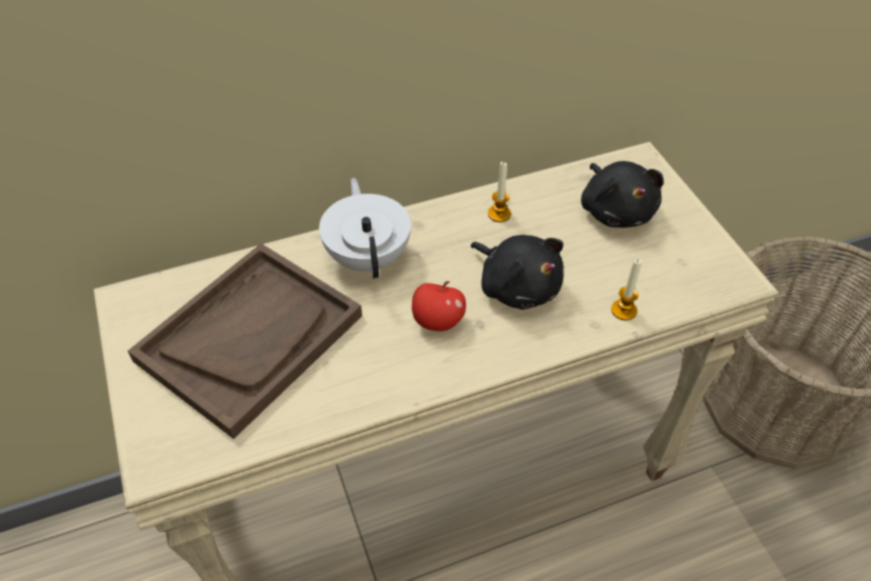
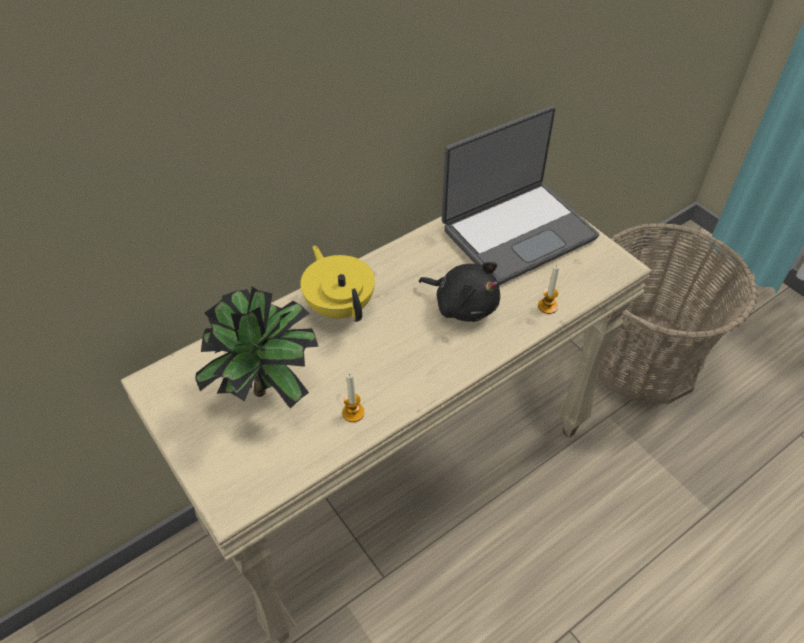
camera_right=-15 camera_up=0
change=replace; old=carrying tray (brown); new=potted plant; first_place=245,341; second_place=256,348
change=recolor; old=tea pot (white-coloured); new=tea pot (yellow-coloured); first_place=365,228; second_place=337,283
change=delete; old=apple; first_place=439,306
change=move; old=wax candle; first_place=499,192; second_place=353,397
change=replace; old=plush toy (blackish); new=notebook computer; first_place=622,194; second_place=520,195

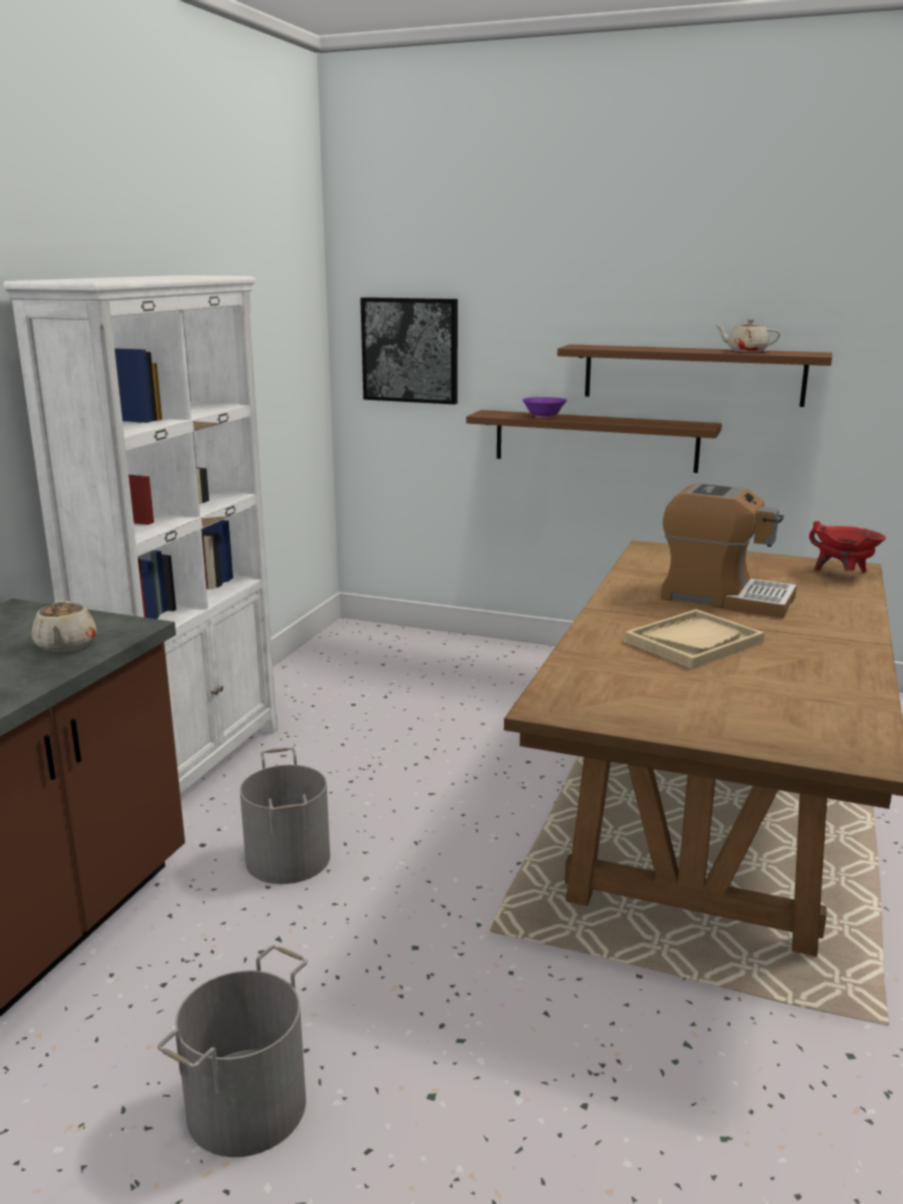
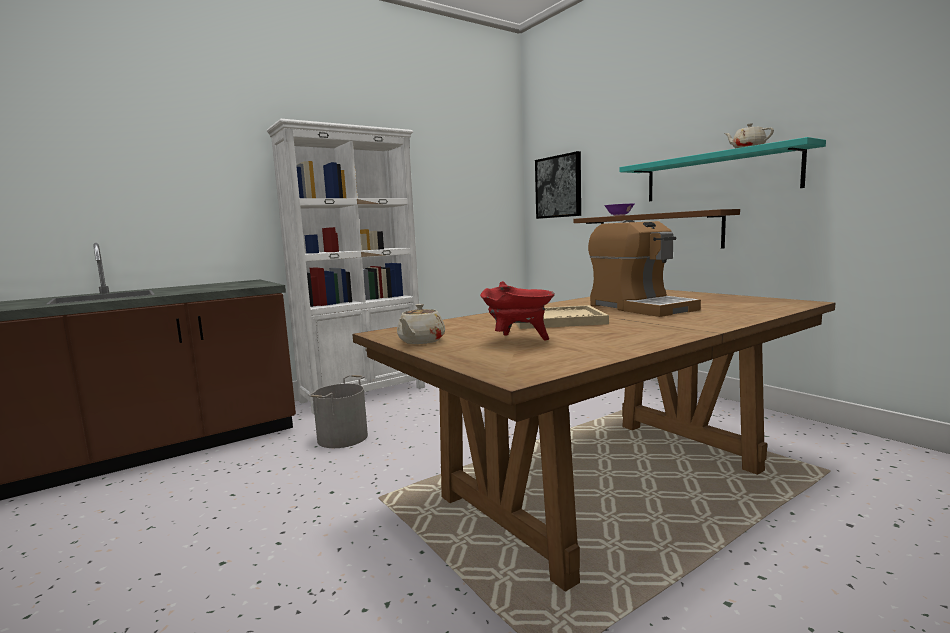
camera_right=35 camera_up=-10
change=move; old=tea pot (beige); first_place=64,625; second_place=421,324
change=delete; old=water bucket (greyish); first_place=232,1051
change=recolor; old=wall shelf (brown); new=wall shelf (turquoise); first_place=694,375; second_place=722,169
change=move; old=stockpot (red); first_place=847,546; second_place=517,310

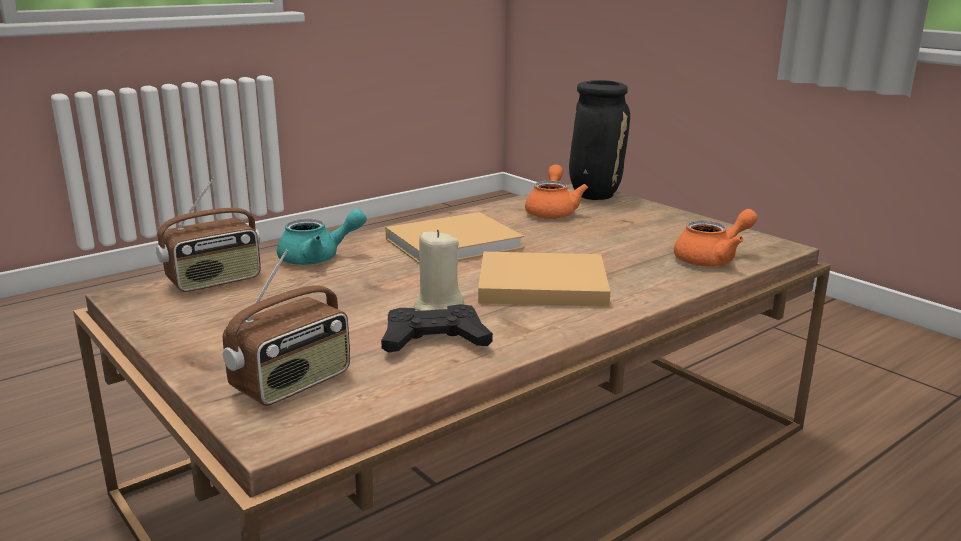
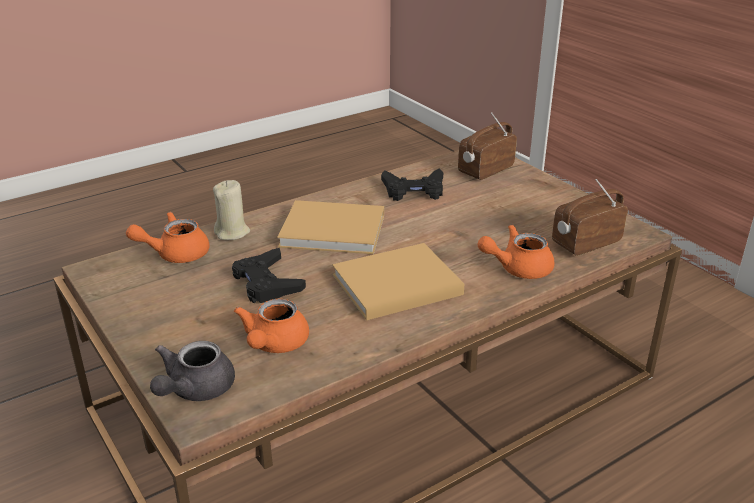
camera_right=-175 camera_up=10
change=recolor; old=tea pot (turquoise); new=tea pot (orangey); first_place=322,237; second_place=516,251
change=move; old=wax candle (beige); first_place=439,270; second_place=231,210
change=replace; old=vase (blackish); new=tea pot (greyish); first_place=599,140; second_place=192,371
change=insert; new=game controller (blackish); second_place=269,275

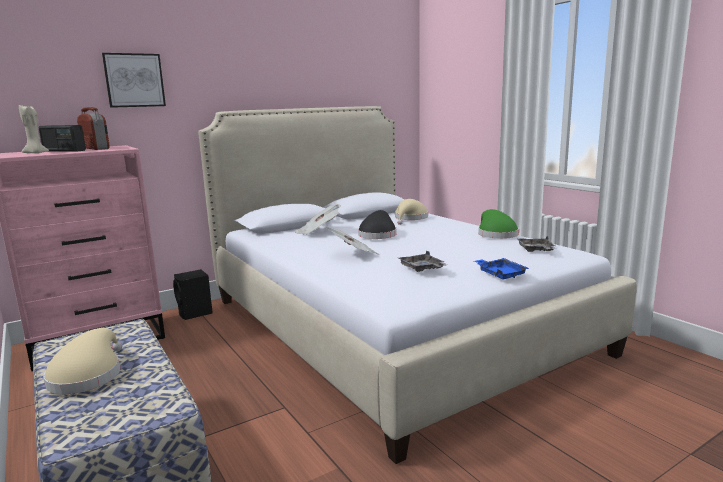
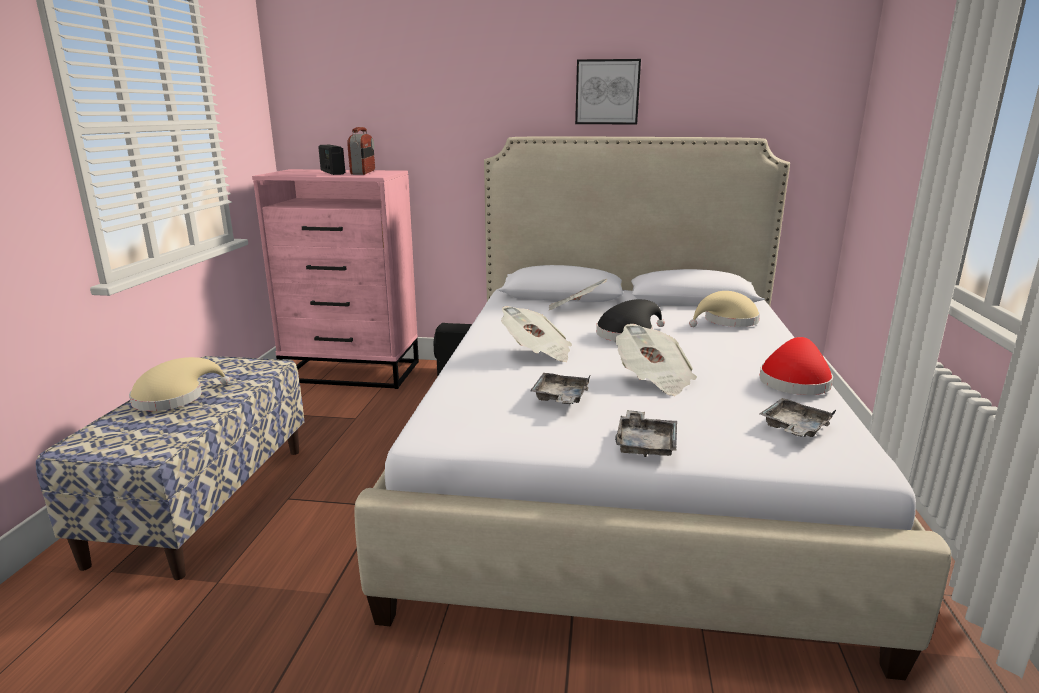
camera_right=40 camera_up=5
change=delete; old=wax candle (beige); first_place=34,129
change=move; old=wall art; first_place=134,80; second_place=608,91
change=recolor; old=carrying tray (blue); new=carrying tray (greyish); first_place=501,268; second_place=646,433
change=recolor; old=wearable hat (green); new=wearable hat (red); first_place=498,224; second_place=796,366
change=insert; new=printed paper; second_place=656,360

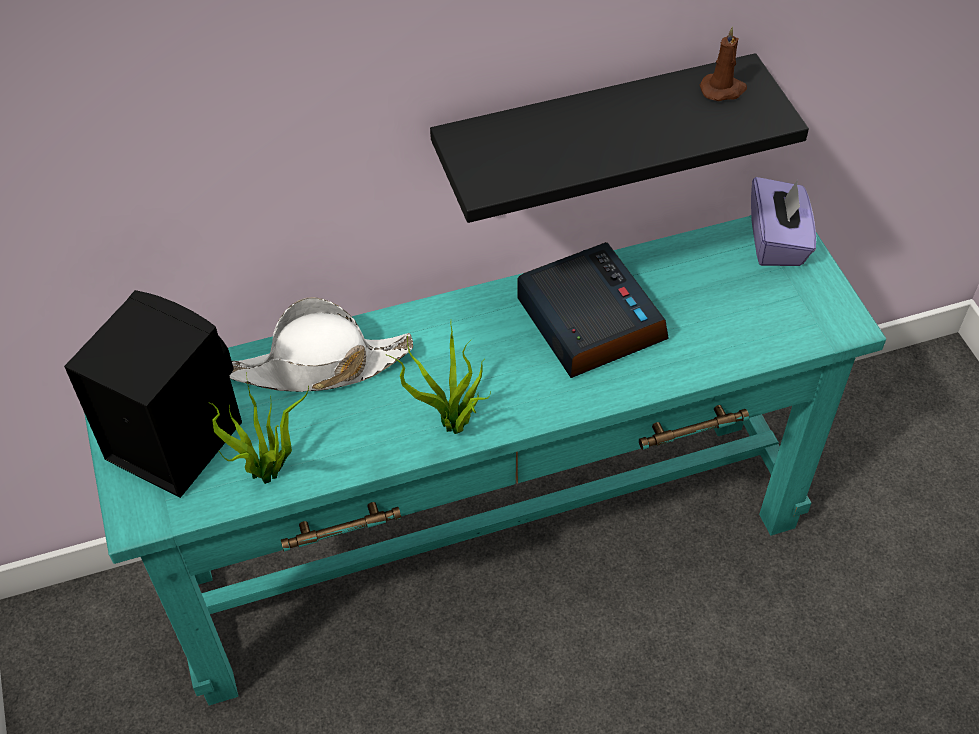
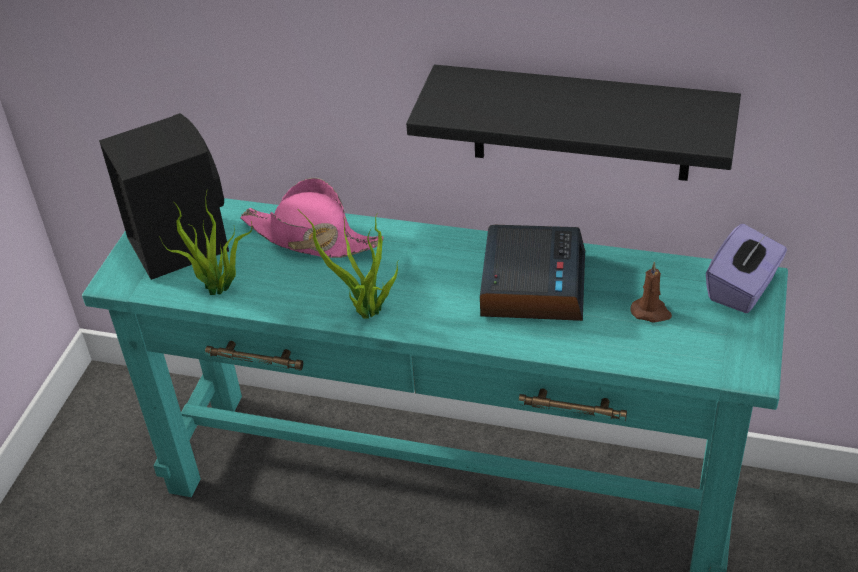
camera_right=35 camera_up=-10
change=recolor; old=wearable hat (white-coloured); new=wearable hat (pinkish); first_place=321,344; second_place=312,218
change=move; old=wax candle (brown); first_place=723,63; second_place=651,292

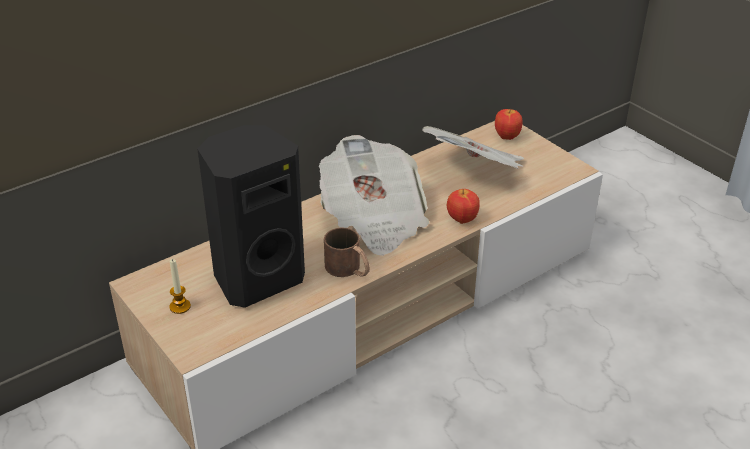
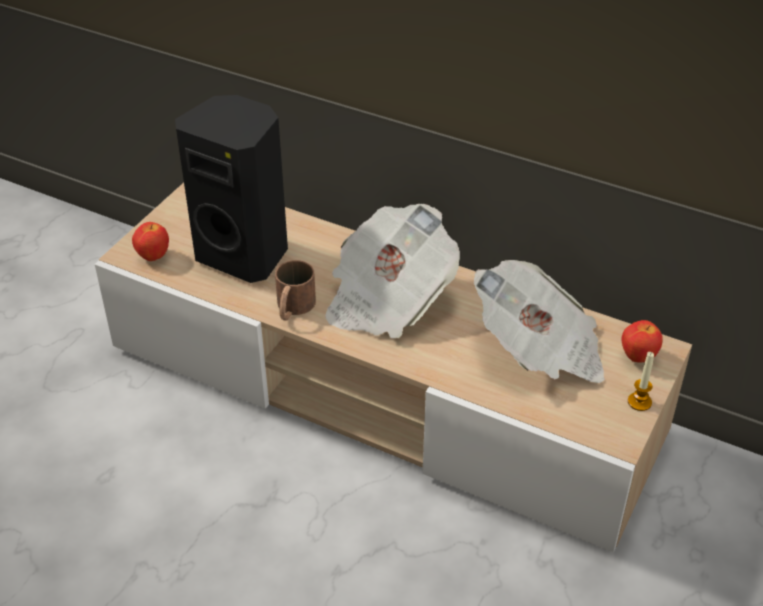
camera_right=65 camera_up=5
change=move; old=wax candle; first_place=180,286; second_place=641,381
change=move; old=apple; first_place=463,206; second_place=150,241

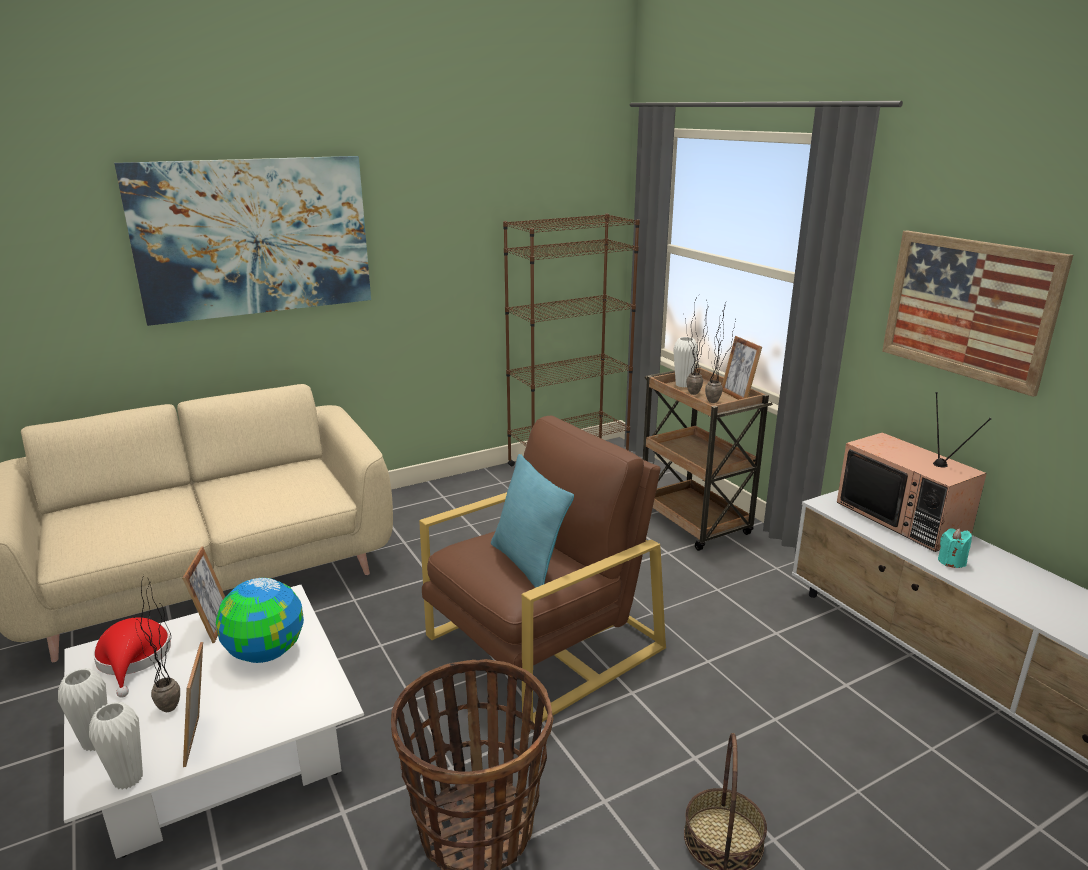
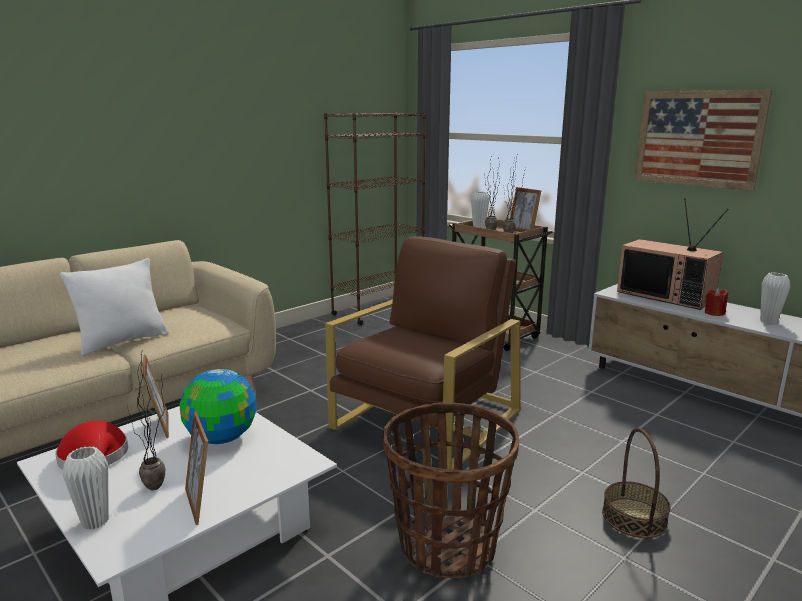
camera_right=-15 camera_up=-5
change=move; old=vase (white-coloured); first_place=116,745; second_place=775,298
change=delete; old=wall art; first_place=242,241
change=delete; old=throw pillow (turquoise); first_place=532,521
change=recolor; old=wax candle (turquoise); new=wax candle (red); first_place=955,548; second_place=716,302
change=insert; new=throw pillow (white-coloured); second_place=114,307

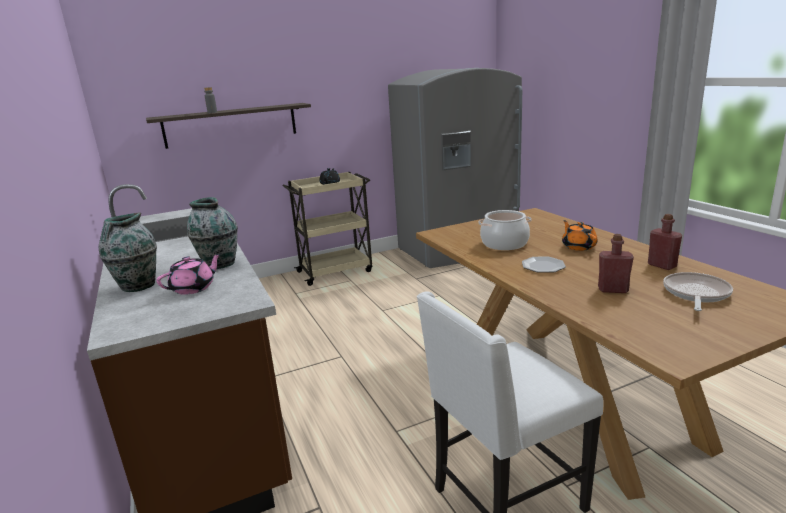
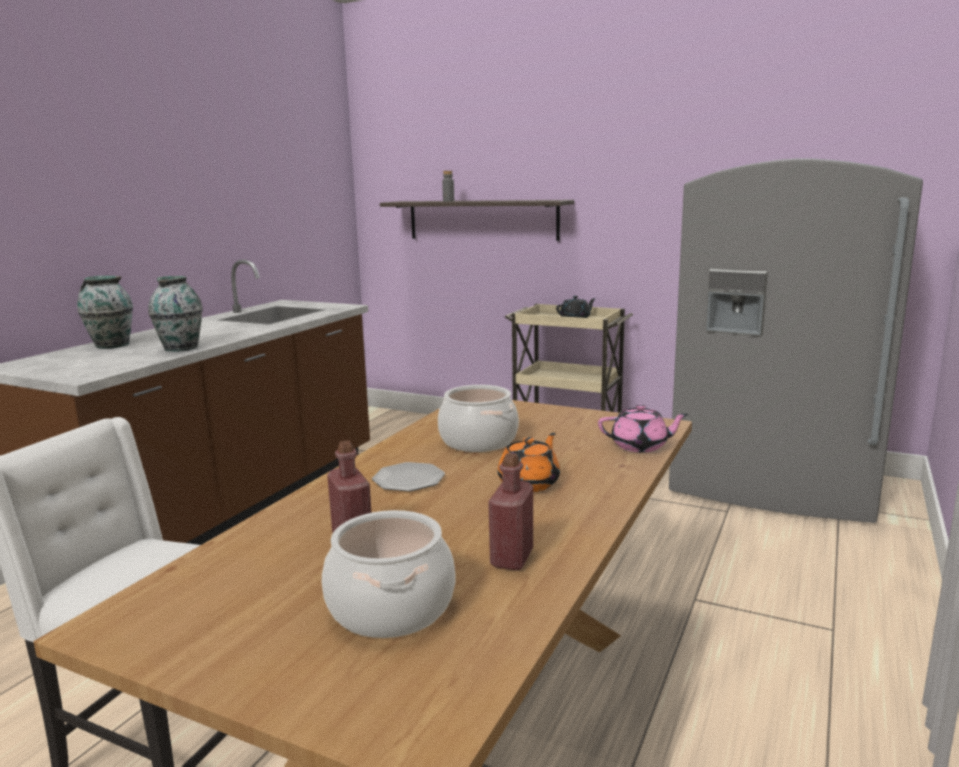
camera_right=50 camera_up=-5
change=move; old=tea pot (pinkish); first_place=188,274; second_place=643,428
change=replace; old=skillet; new=stockpot; first_place=698,291; second_place=388,574

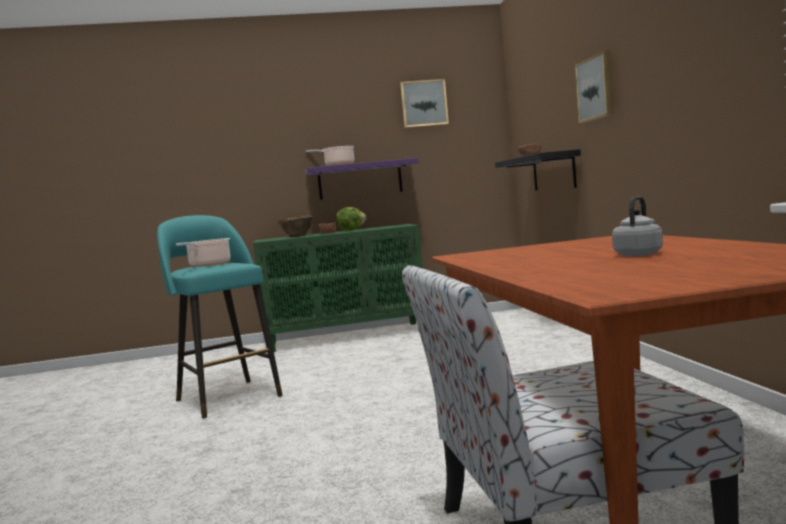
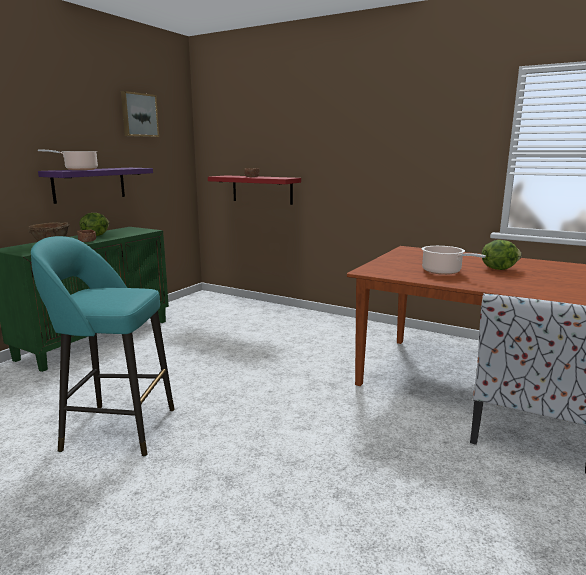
camera_right=-50 camera_up=10
change=move; old=stockpot; first_place=203,252; second_place=454,260
change=recolor; old=wall shelf (blackish); new=wall shelf (red); first_place=538,170; second_place=254,190
change=delete; old=wall art; first_place=594,87
change=replace; old=kettle (greyish); new=lettuce head; first_place=637,226; second_place=502,255

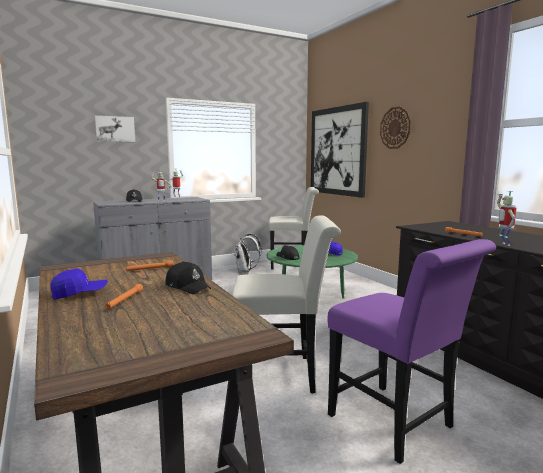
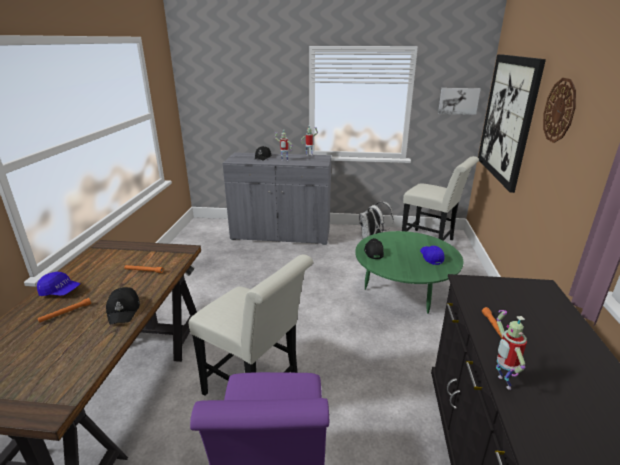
camera_right=35 camera_up=15
change=move; old=wall art; first_place=115,128; second_place=459,101
change=rotate; old=model robot; first_place=506,218; second_place=511,350; degrees=-45

